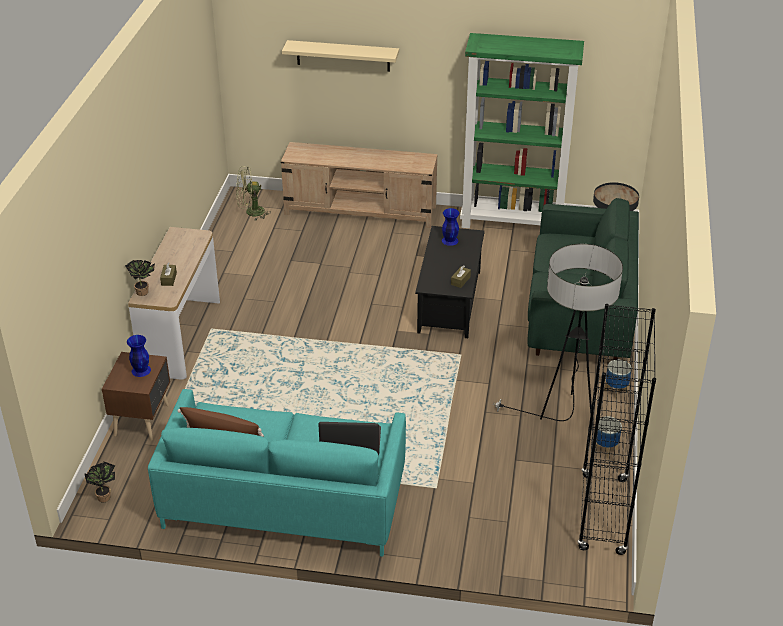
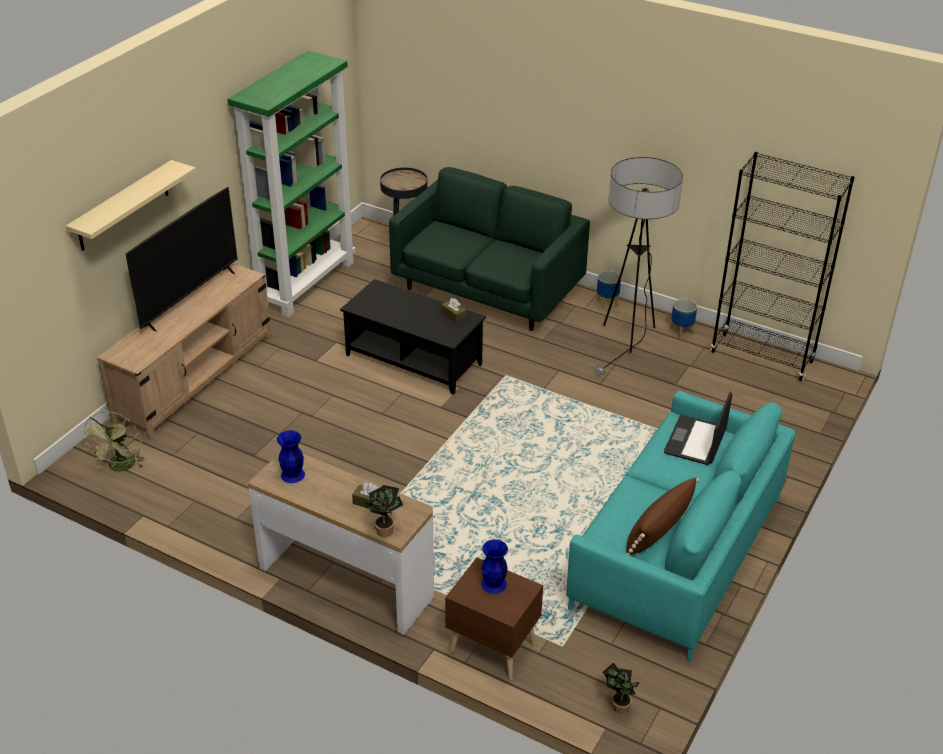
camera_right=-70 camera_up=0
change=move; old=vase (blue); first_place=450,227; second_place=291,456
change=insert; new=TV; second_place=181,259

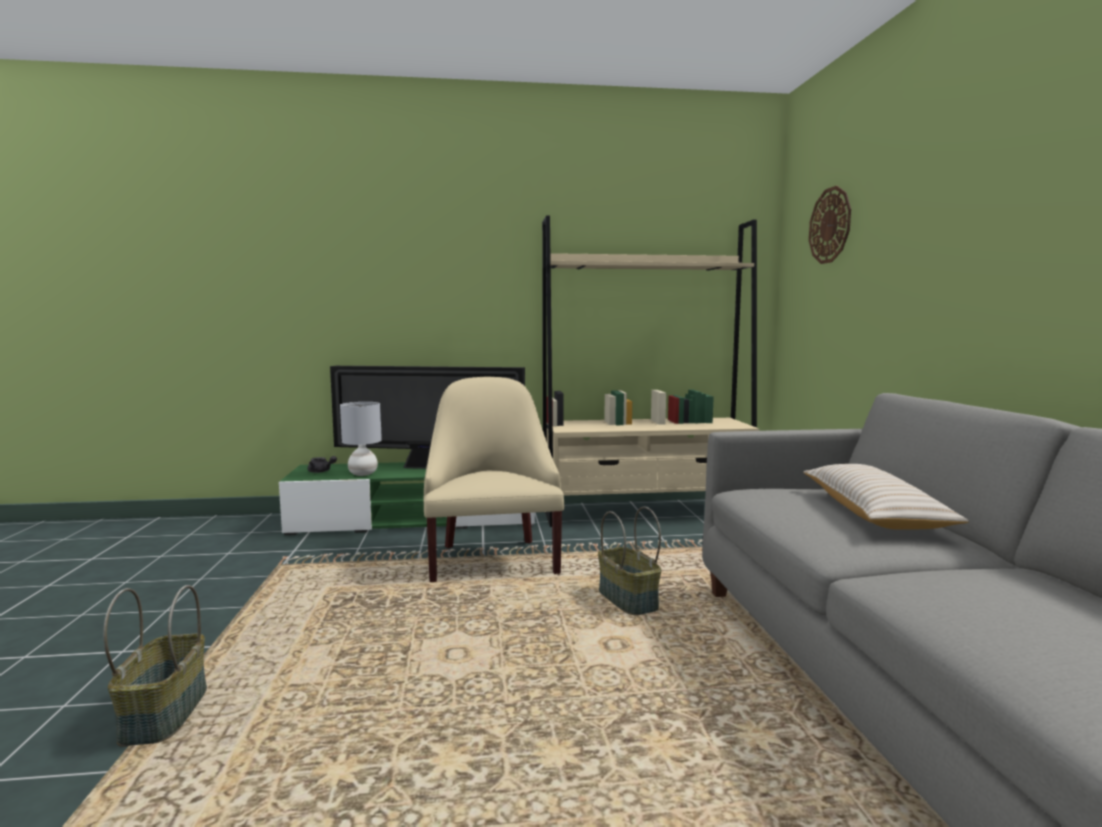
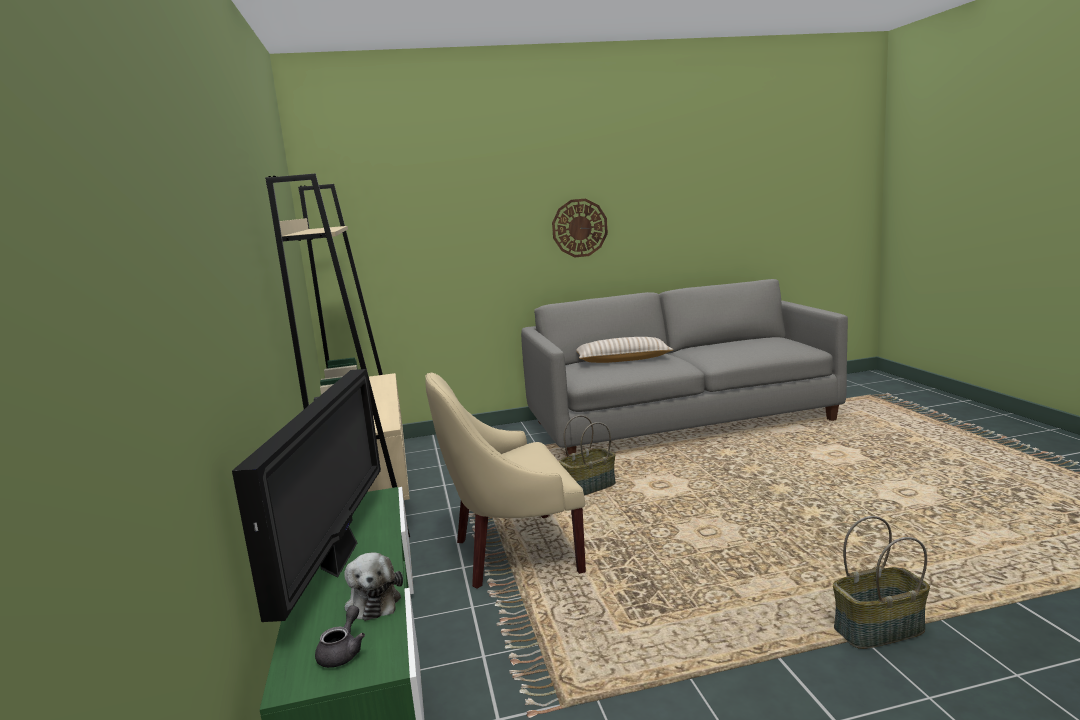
camera_right=-95 camera_up=5
change=replace; old=table lamp (greyish); new=plush toy; first_place=361,439; second_place=373,587
change=move; old=wall clock; first_place=830,225; second_place=580,228

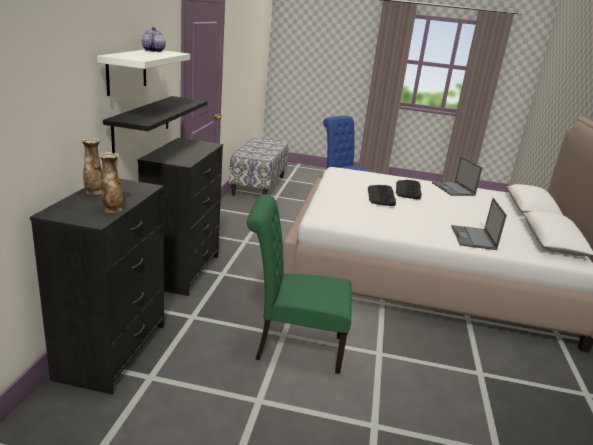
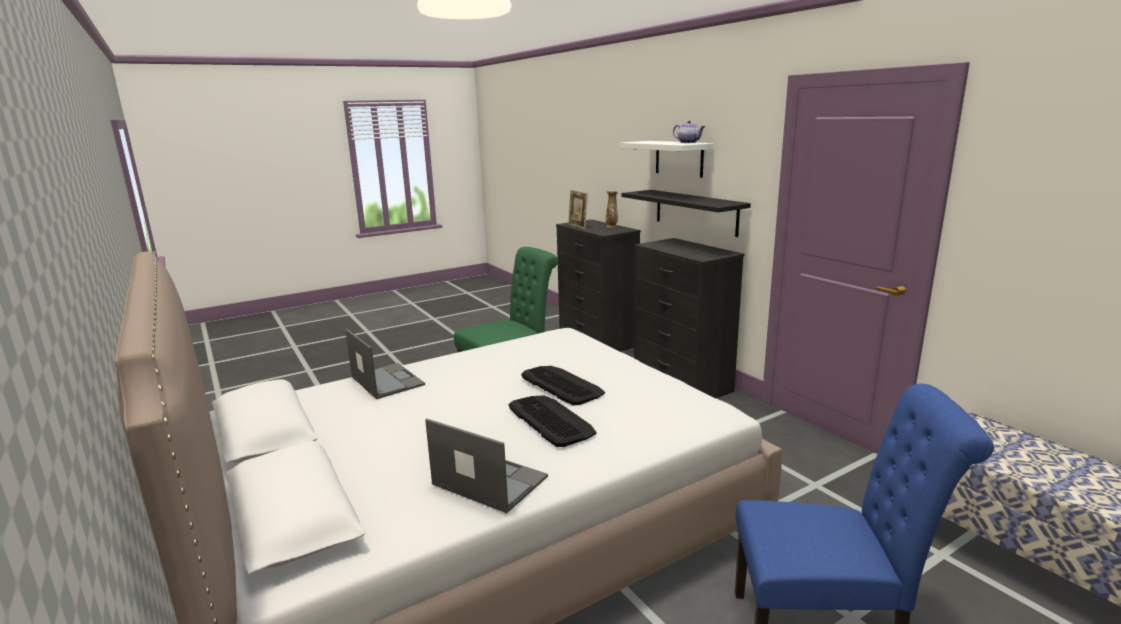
camera_right=140 camera_up=-5
change=replace; old=vase; new=photo frame; first_place=110,182; second_place=578,209

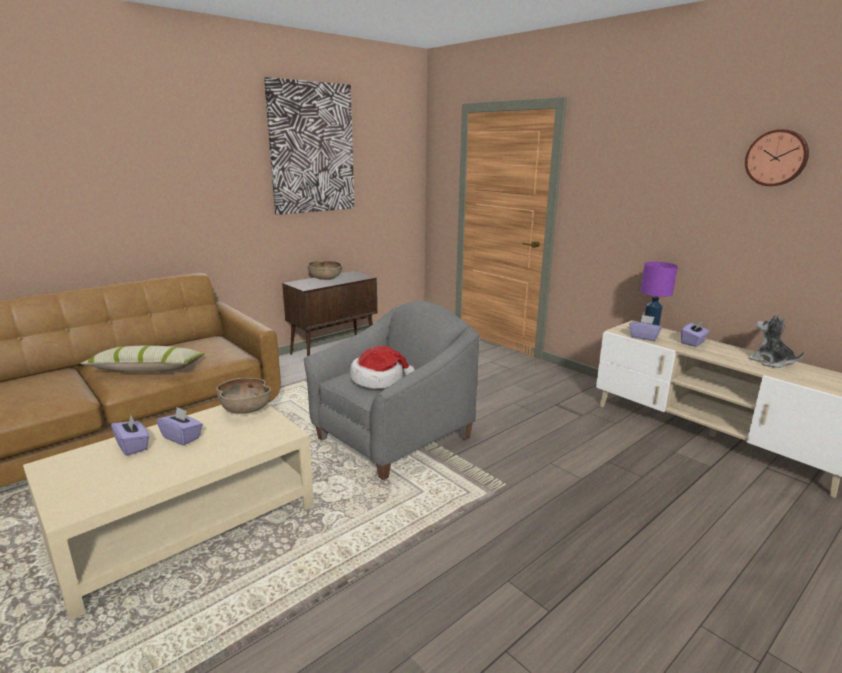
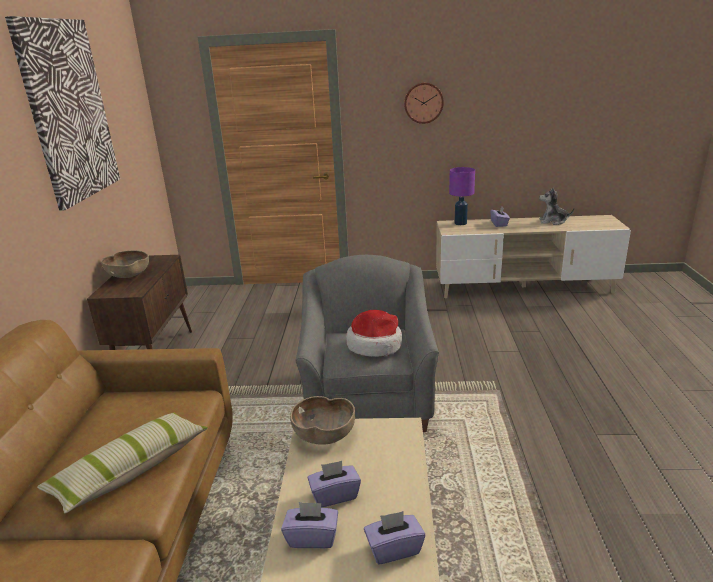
camera_right=-45 camera_up=5
change=move; old=tissue holder (purplish); first_place=645,328; second_place=394,537
change=move; old=wall clock; first_place=777,157; second_place=424,103

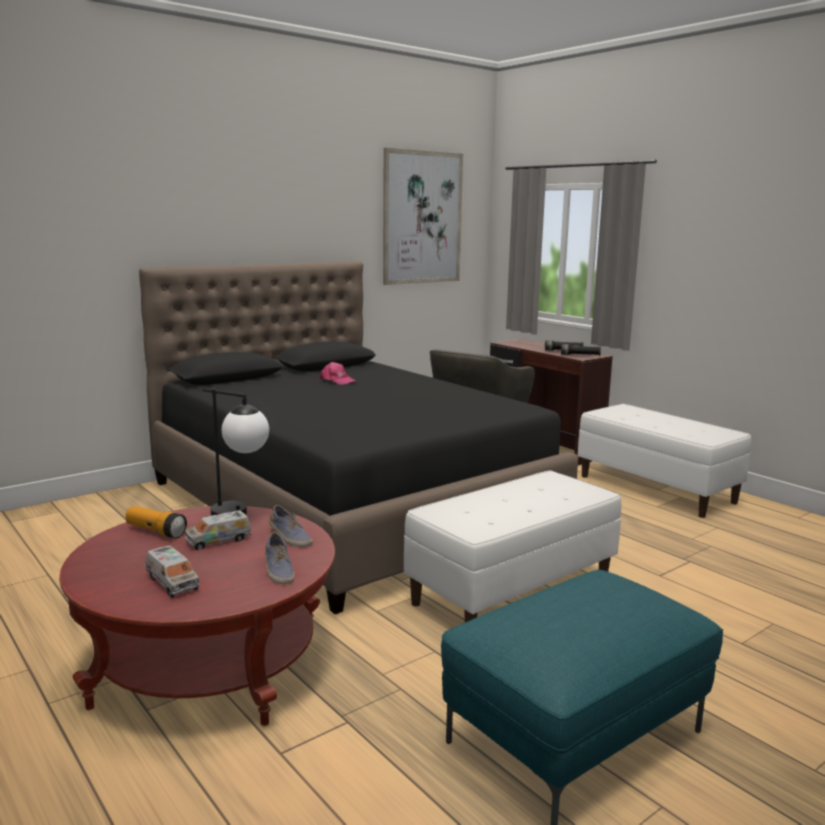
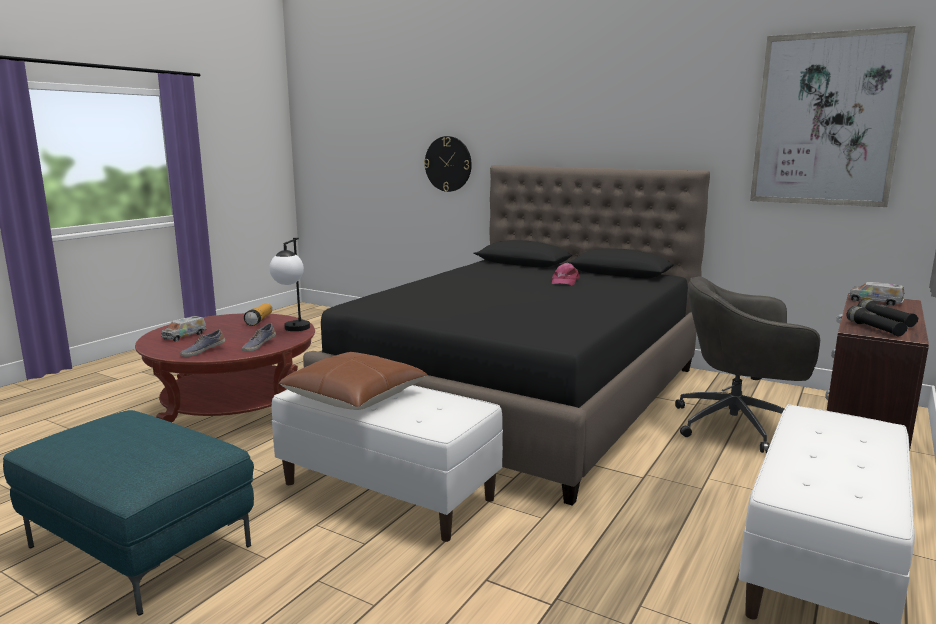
camera_right=70 camera_up=0
change=move; old=toy truck; first_place=218,530; second_place=876,294
change=insert; new=throw pillow (brown); second_place=353,381
change=insert; new=wall clock; second_place=448,164

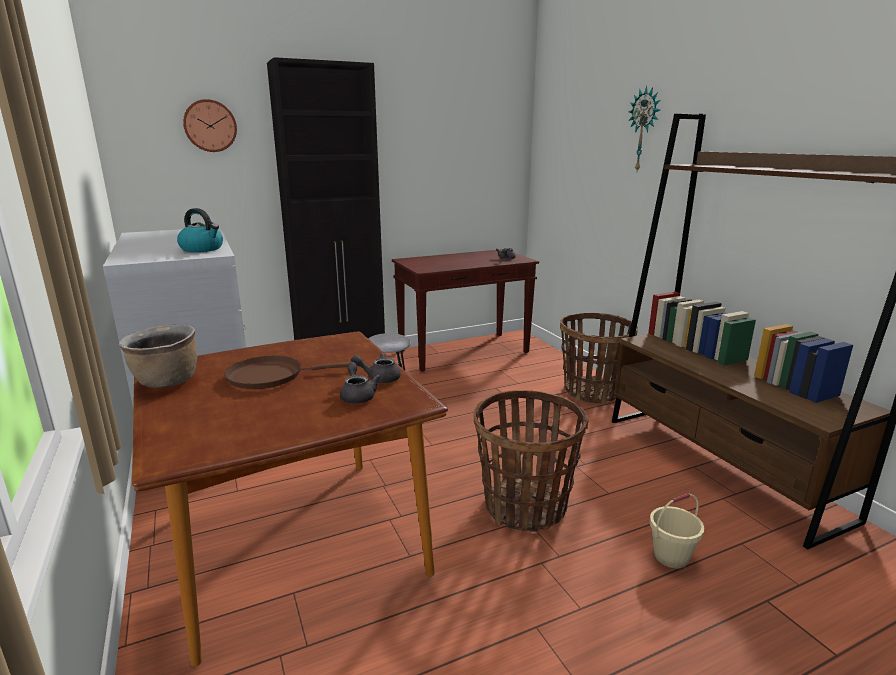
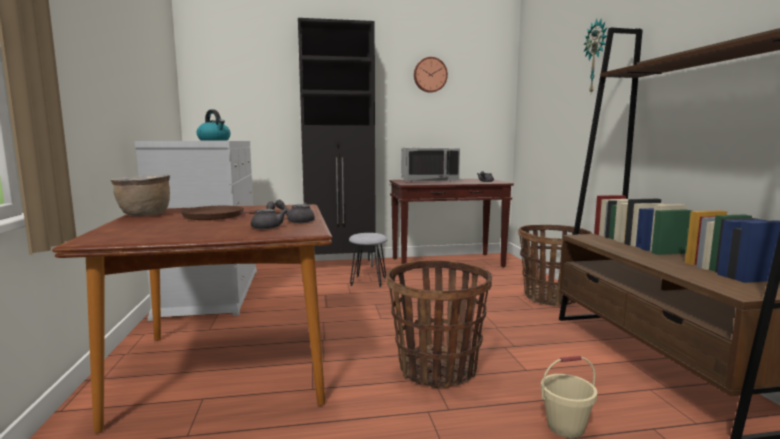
camera_right=15 camera_up=-10
change=move; old=wall clock; first_place=210,125; second_place=431,75
change=insert; new=microwave (greyish); second_place=430,165

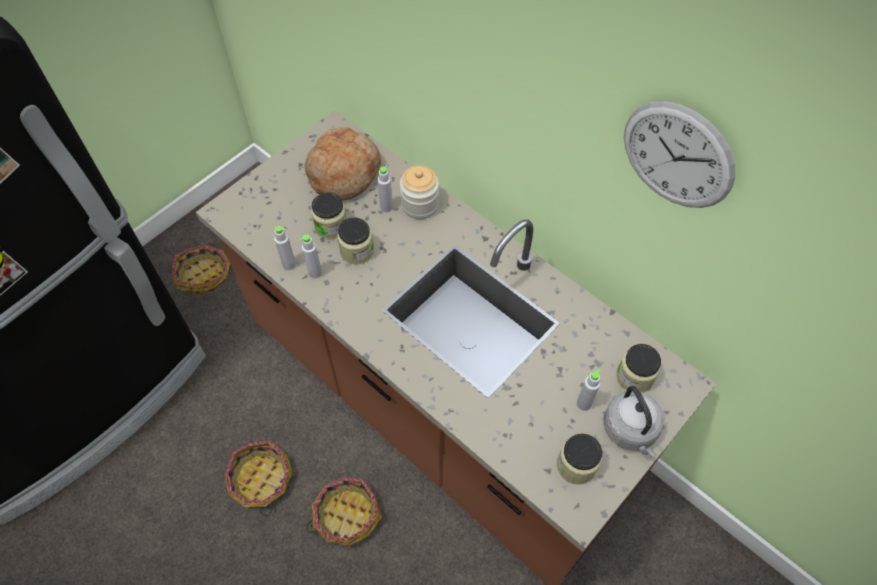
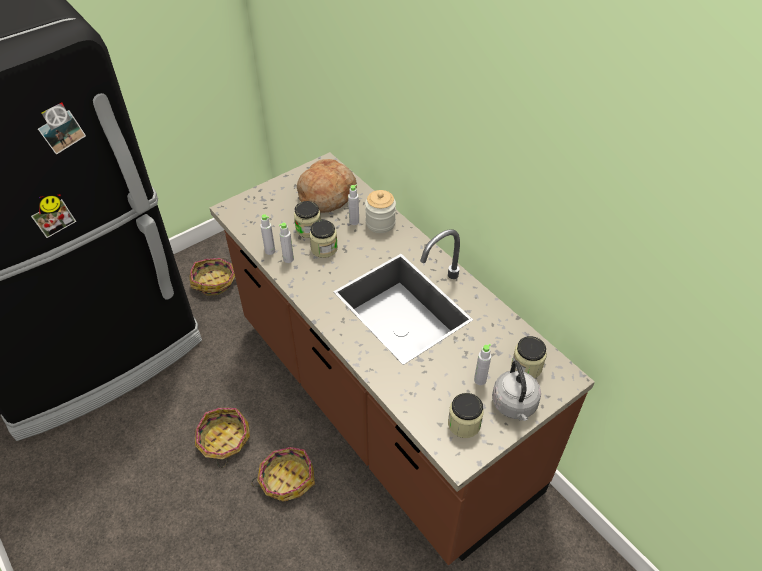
camera_right=10 camera_up=-10
change=delete; old=wall clock; first_place=679,154

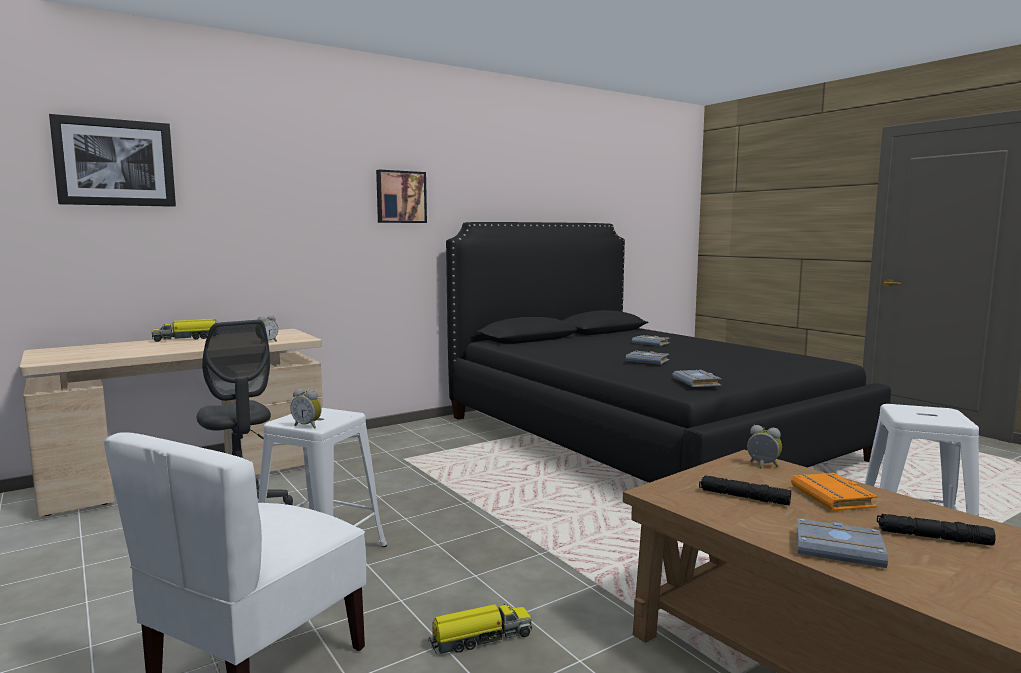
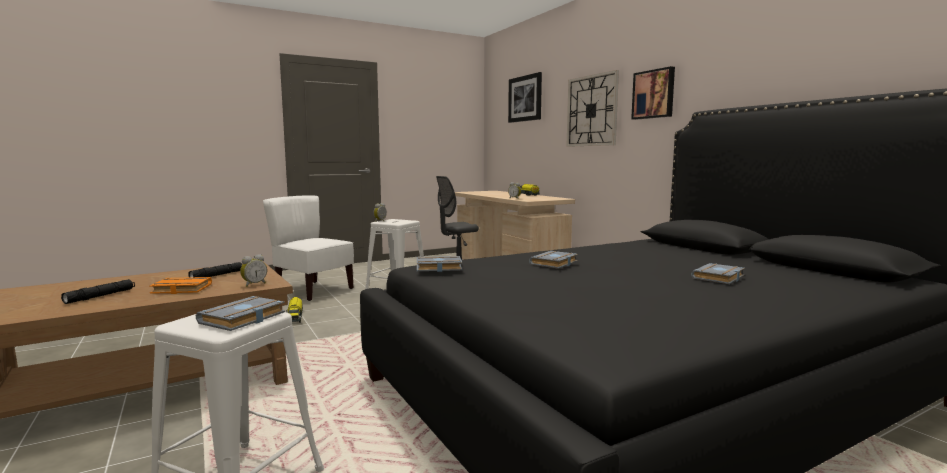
camera_right=95 camera_up=0
change=move; old=bound book (greyish); first_place=842,543; second_place=240,313
change=insert; new=wall clock; second_place=592,108

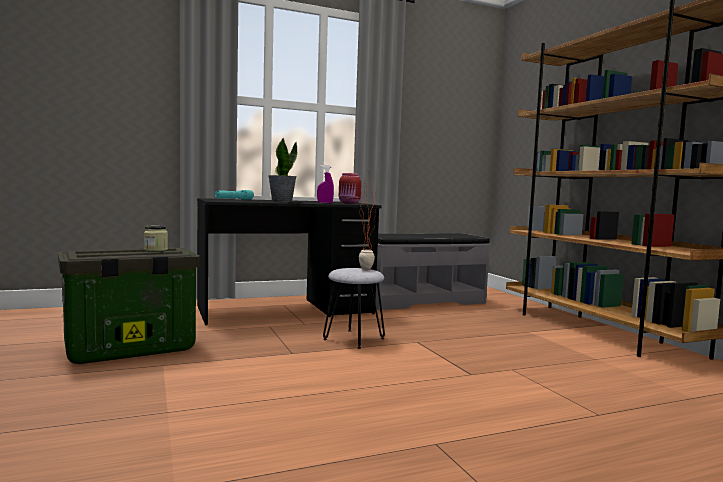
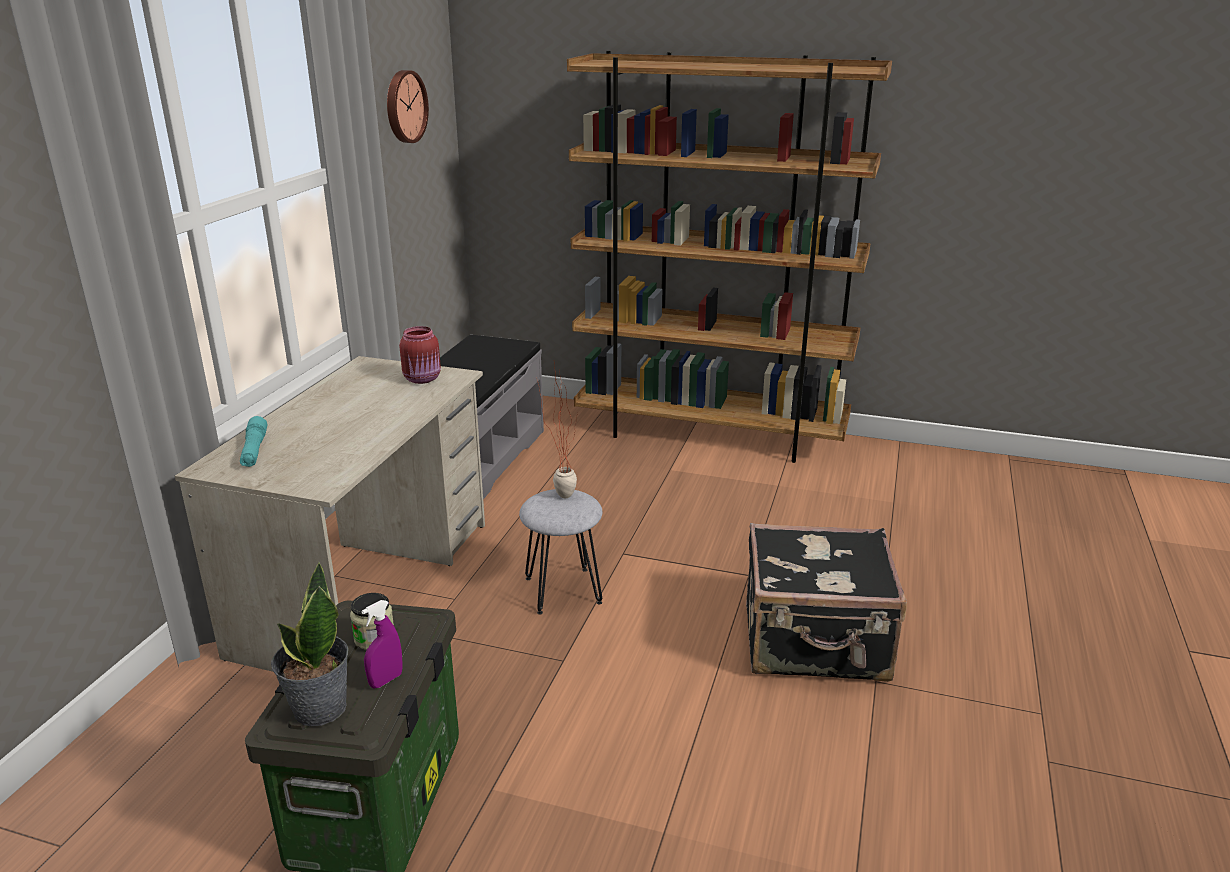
camera_right=-50 camera_up=20
change=recolor; old=desk (blackish); new=desk (beige); first_place=289,261; second_place=330,514
change=move; old=potted plant; first_place=282,170; second_place=309,644
change=move; old=sprayer (purplish); first_place=325,184; second_place=381,644
change=insert; new=wall clock; second_place=408,106
change=insert; new=piece of luggage (blackish); second_place=826,602

